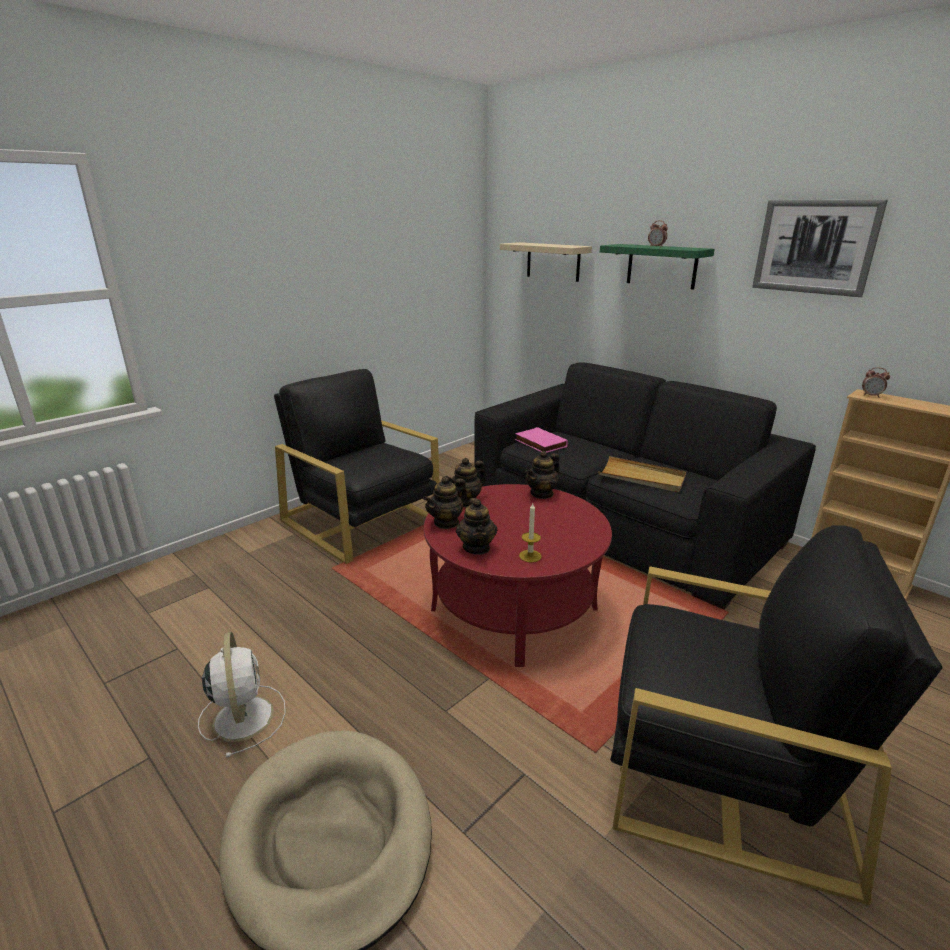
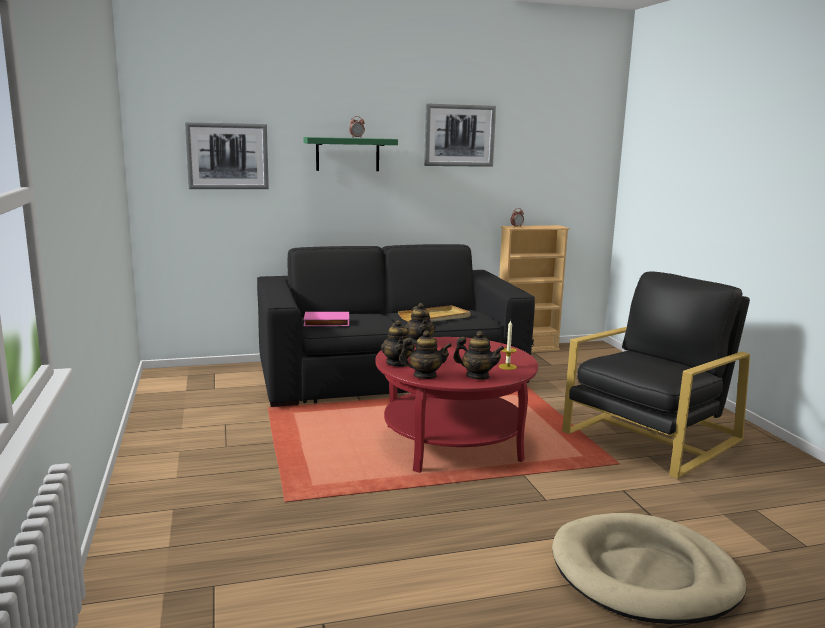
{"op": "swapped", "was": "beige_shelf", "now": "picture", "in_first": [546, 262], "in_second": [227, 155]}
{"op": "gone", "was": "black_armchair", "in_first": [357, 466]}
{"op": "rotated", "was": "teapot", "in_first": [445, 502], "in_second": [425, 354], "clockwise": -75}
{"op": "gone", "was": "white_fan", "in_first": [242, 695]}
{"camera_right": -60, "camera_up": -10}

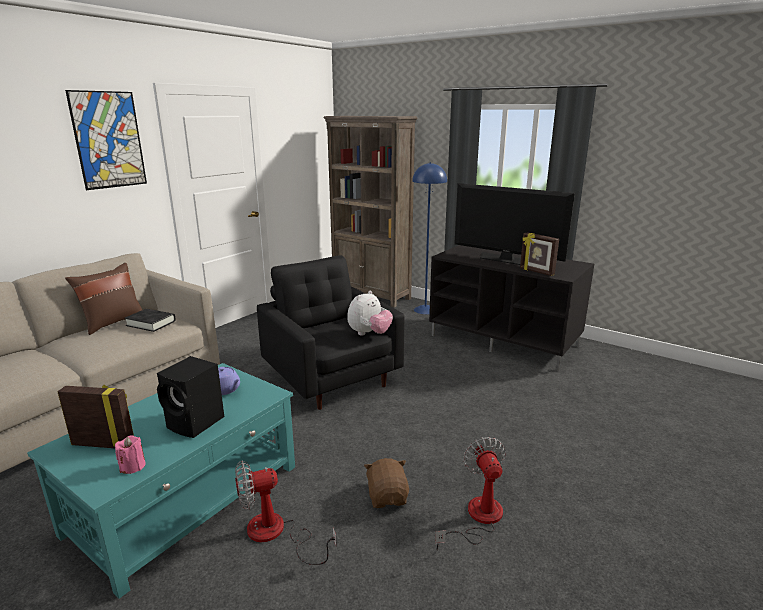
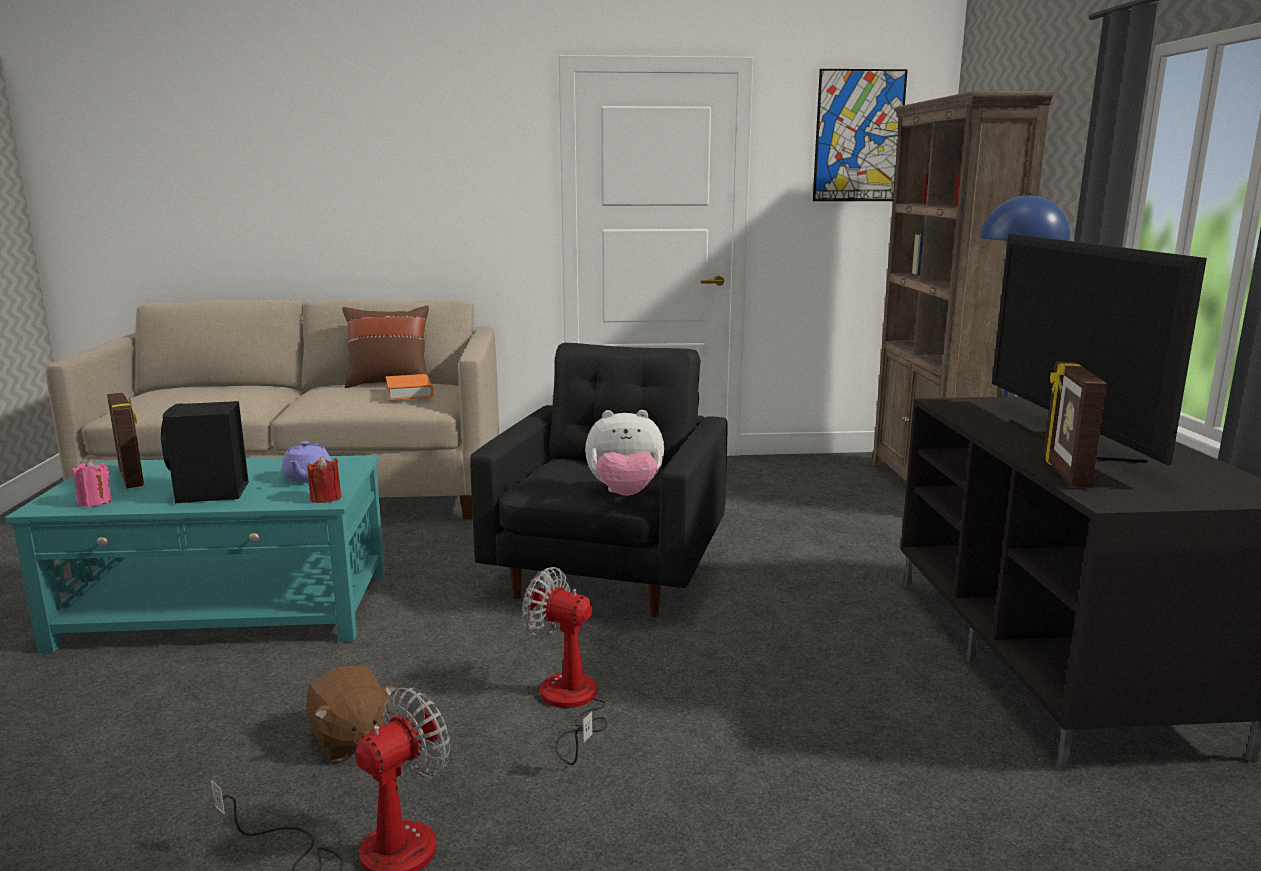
{"op": "shifted", "was": "picture", "in_first": [106, 140], "in_second": [860, 135]}
{"op": "repainted", "was": "black_book", "now": "orange_book", "in_first": [150, 320], "in_second": [410, 387]}
{"op": "rotated", "was": "brown_plush_toy", "in_first": [386, 483], "in_second": [351, 713], "clockwise": 105}
{"op": "shifted", "was": "fan", "in_first": [286, 513], "in_second": [564, 666]}
{"op": "new", "now": "red_candle", "in_second": [324, 479]}
{"camera_right": 50, "camera_up": -5}

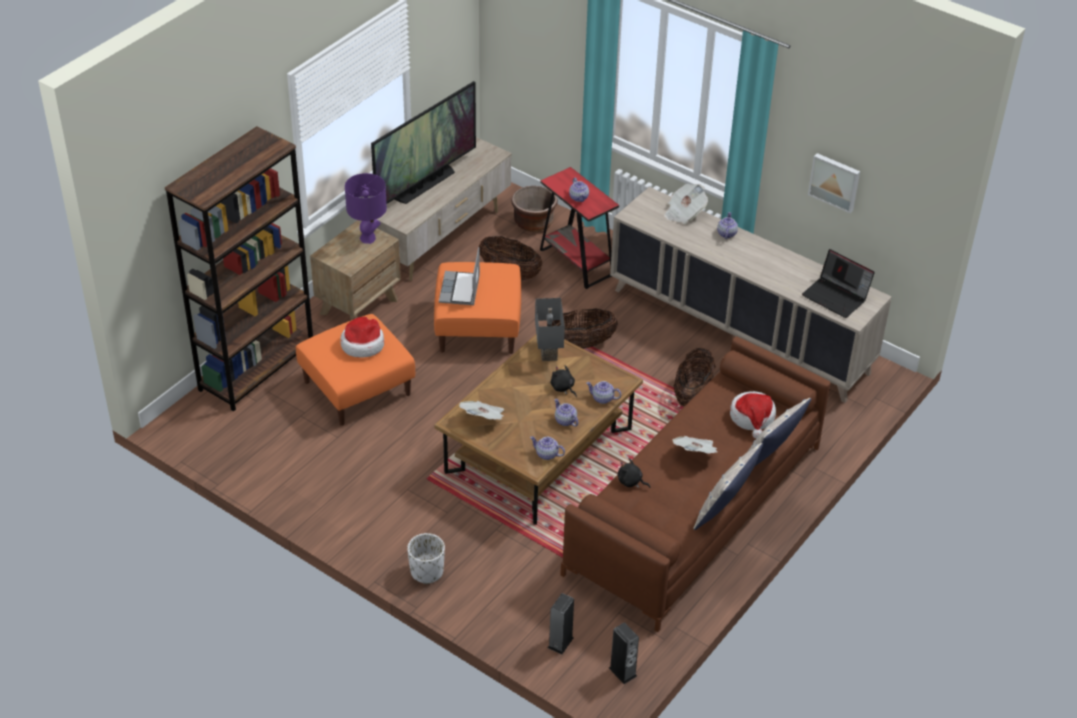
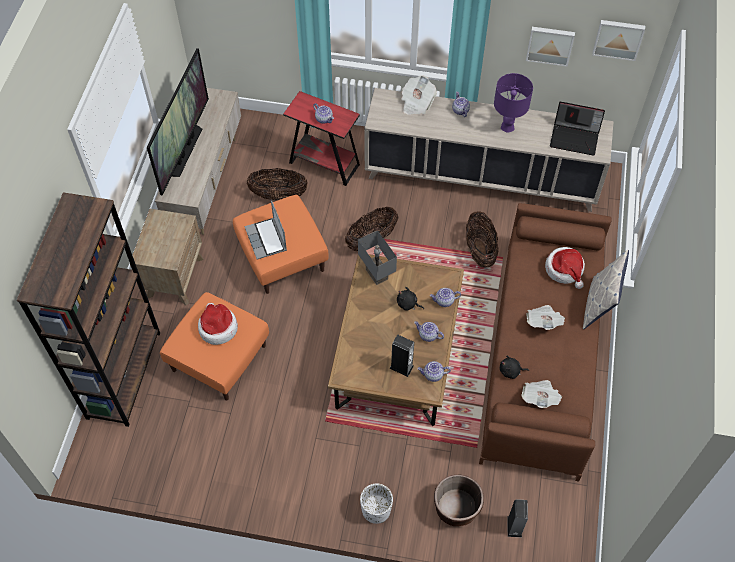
{"op": "shifted", "was": "purple_table_lamp", "in_first": [366, 208], "in_second": [513, 102]}
{"op": "shifted", "was": "brown_planter", "in_first": [534, 209], "in_second": [459, 500]}
{"op": "shifted", "was": "newspaper", "in_first": [481, 410], "in_second": [541, 394]}
{"op": "gone", "was": "pillow", "in_first": [728, 486]}
{"op": "shifted", "was": "speaker", "in_first": [624, 653], "in_second": [401, 356]}
{"op": "new", "now": "picture", "in_second": [618, 40]}
{"camera_right": -25, "camera_up": 15}

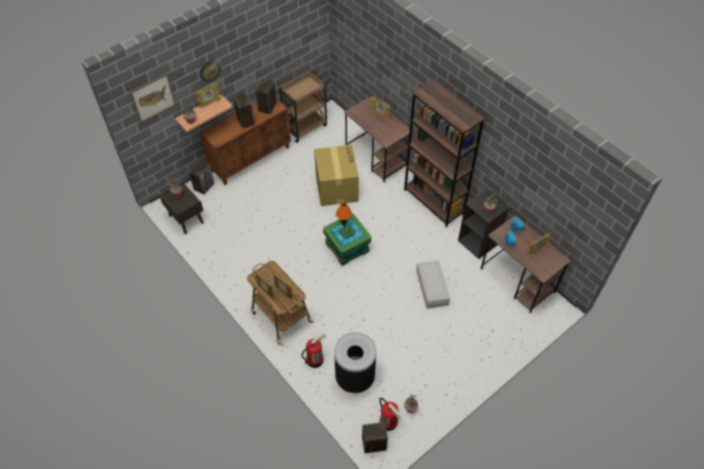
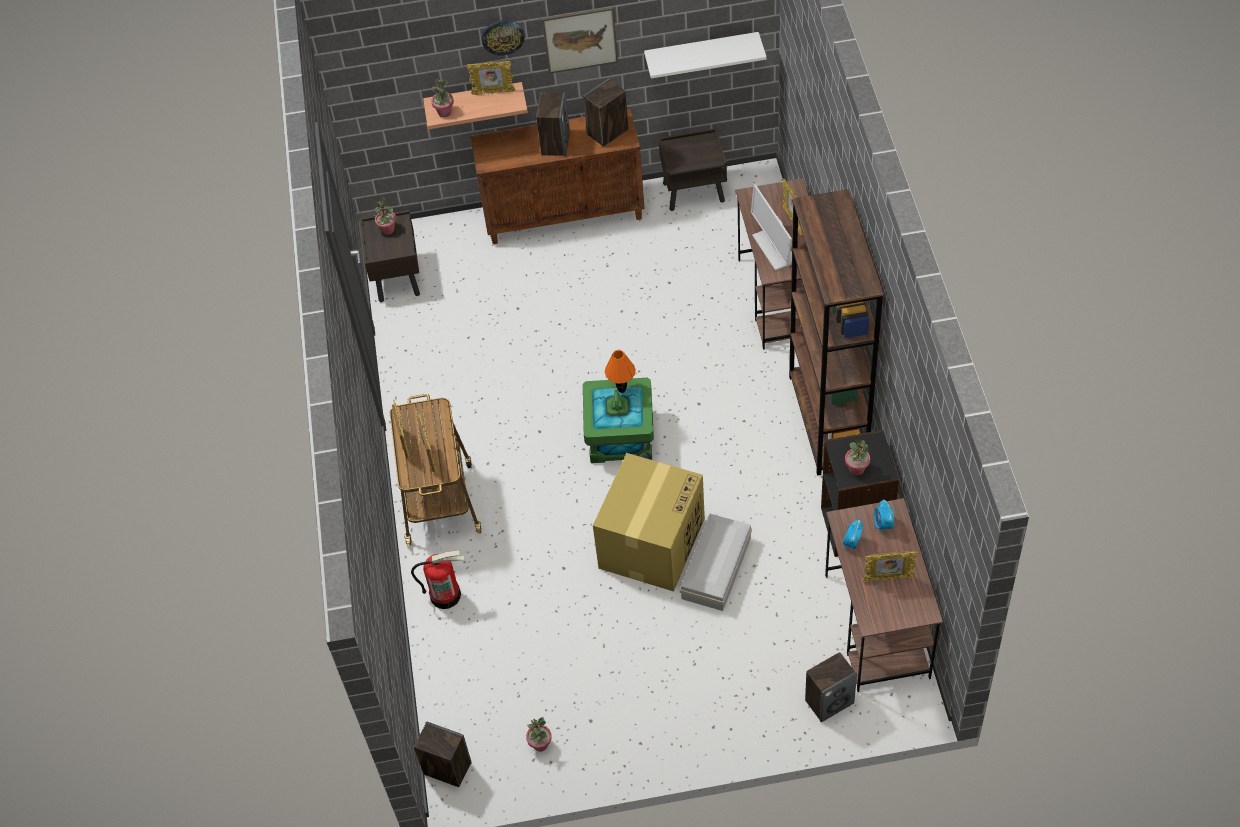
{"op": "swapped", "was": "brown_cart", "now": "brown_nightstand", "in_first": [302, 107], "in_second": [692, 169]}
{"op": "shifted", "was": "picture", "in_first": [153, 98], "in_second": [580, 40]}
{"op": "shifted", "was": "cardboard_box", "in_first": [336, 175], "in_second": [649, 522]}
{"op": "shifted", "was": "speaker", "in_first": [201, 177], "in_second": [831, 687]}
{"op": "gone", "was": "black_trash_can", "in_first": [355, 362]}
{"op": "gone", "was": "fire_extinguisher", "in_first": [390, 414]}
{"op": "new", "now": "white_shelf", "in_second": [705, 55]}
{"op": "new", "now": "monitor", "in_second": [771, 227]}
{"camera_right": 35, "camera_up": 0}

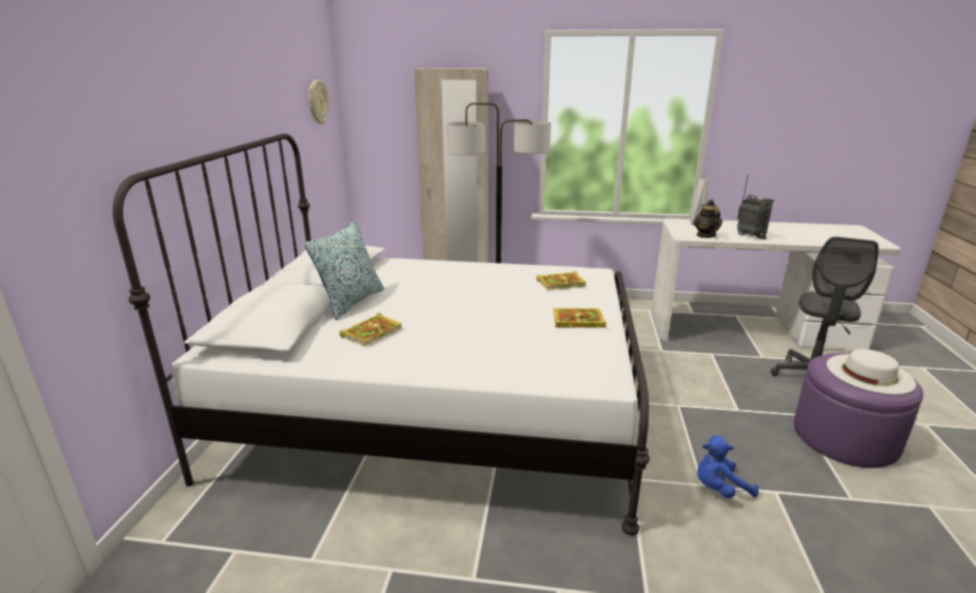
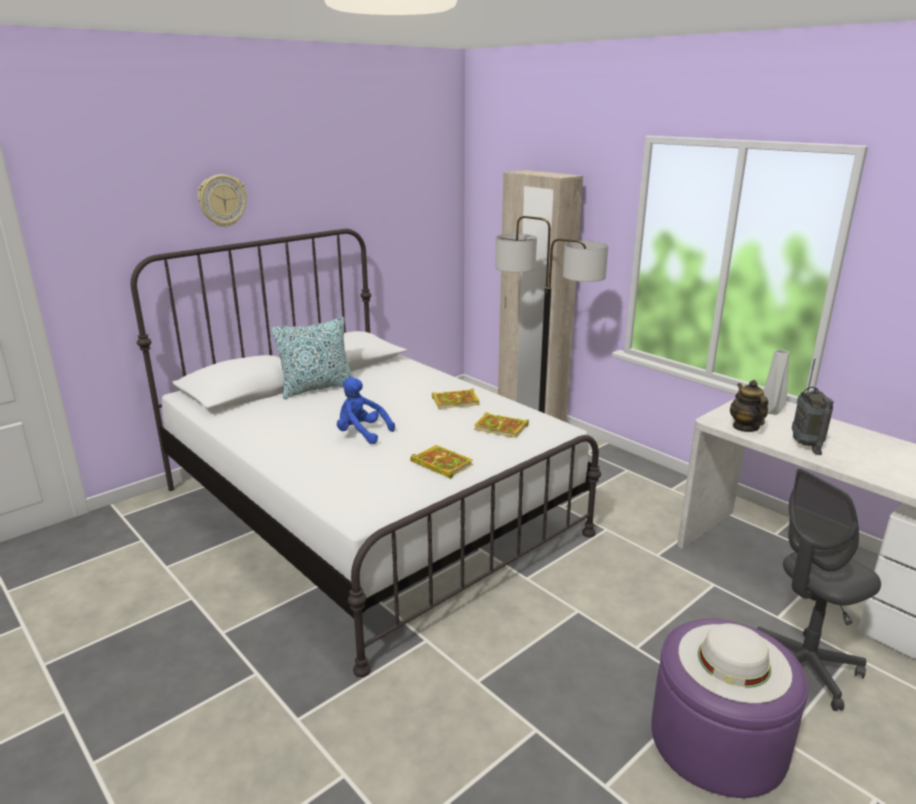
{"op": "shifted", "was": "wall_clock", "in_first": [319, 102], "in_second": [222, 200]}
{"op": "rotated", "was": "teapot", "in_first": [708, 218], "in_second": [749, 406], "clockwise": -45}
{"op": "shifted", "was": "book", "in_first": [371, 330], "in_second": [456, 398]}
{"op": "shifted", "was": "blue_plush_toy", "in_first": [728, 466], "in_second": [366, 411]}
{"camera_right": 40, "camera_up": 0}

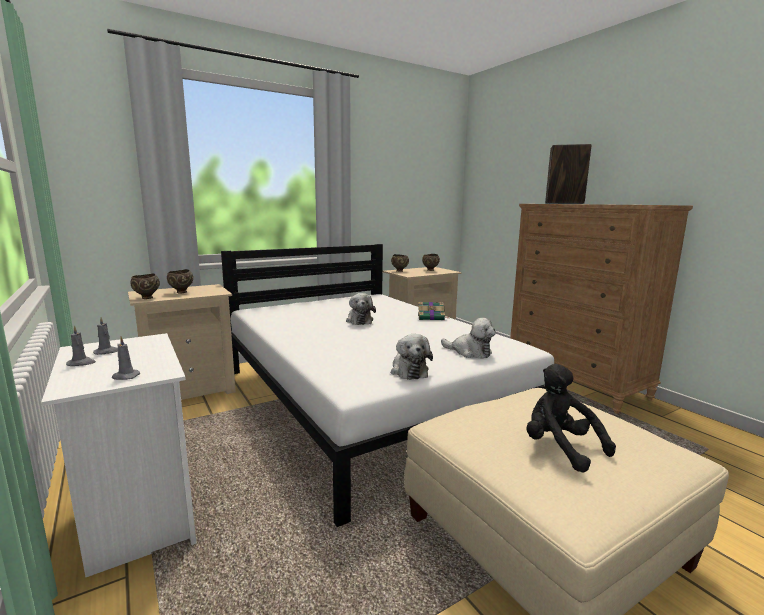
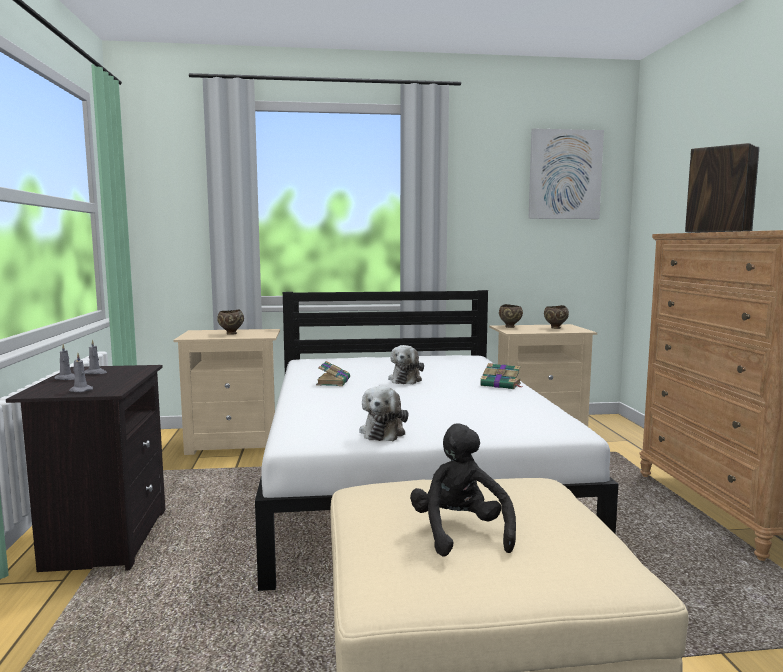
{"op": "gone", "was": "brown_bowl", "in_first": [145, 286]}
{"op": "gone", "was": "plush_toy", "in_first": [468, 338]}
{"op": "repainted", "was": "white_nightstand", "now": "black_nightstand", "in_first": [118, 455], "in_second": [85, 468]}
{"op": "new", "now": "picture", "in_second": [566, 174]}
{"op": "new", "now": "book", "in_second": [333, 373]}
{"camera_right": 25, "camera_up": -5}

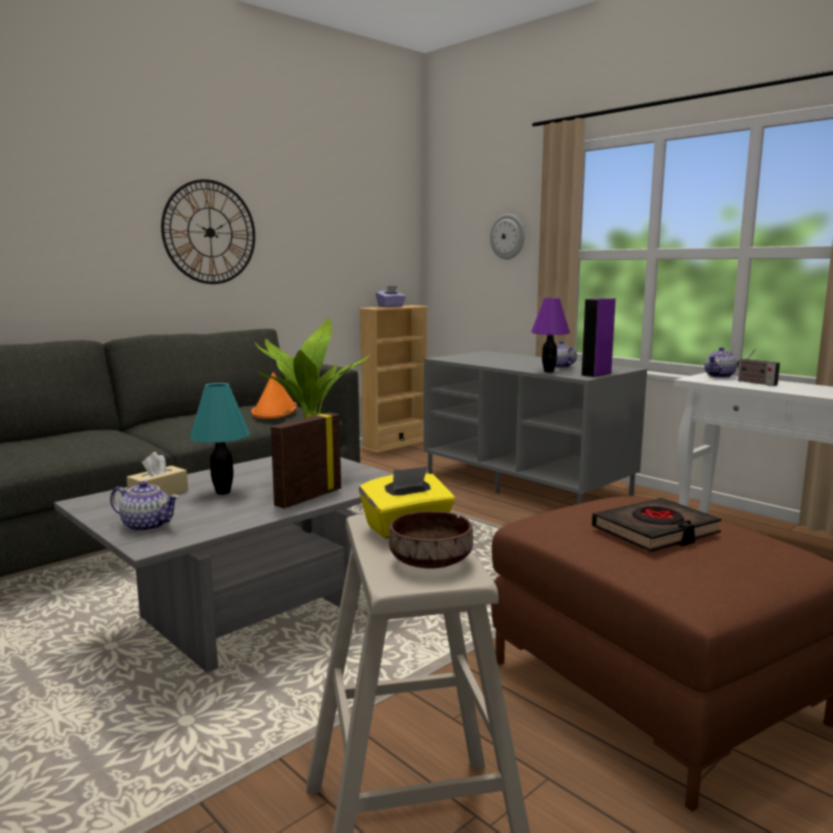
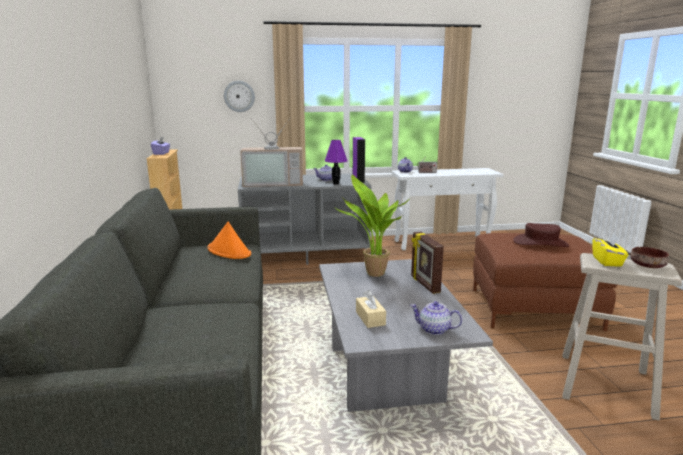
{"op": "gone", "was": "wall_clock", "in_first": [208, 231]}
{"op": "gone", "was": "turquoise_table_lamp", "in_first": [219, 439]}
{"op": "rotated", "was": "teapot", "in_first": [144, 506], "in_second": [436, 318], "clockwise": -120}
{"op": "swapped", "was": "black_book", "now": "brown_hat", "in_first": [657, 525], "in_second": [541, 235]}
{"op": "new", "now": "television", "in_second": [271, 152]}
{"camera_right": -55, "camera_up": 5}

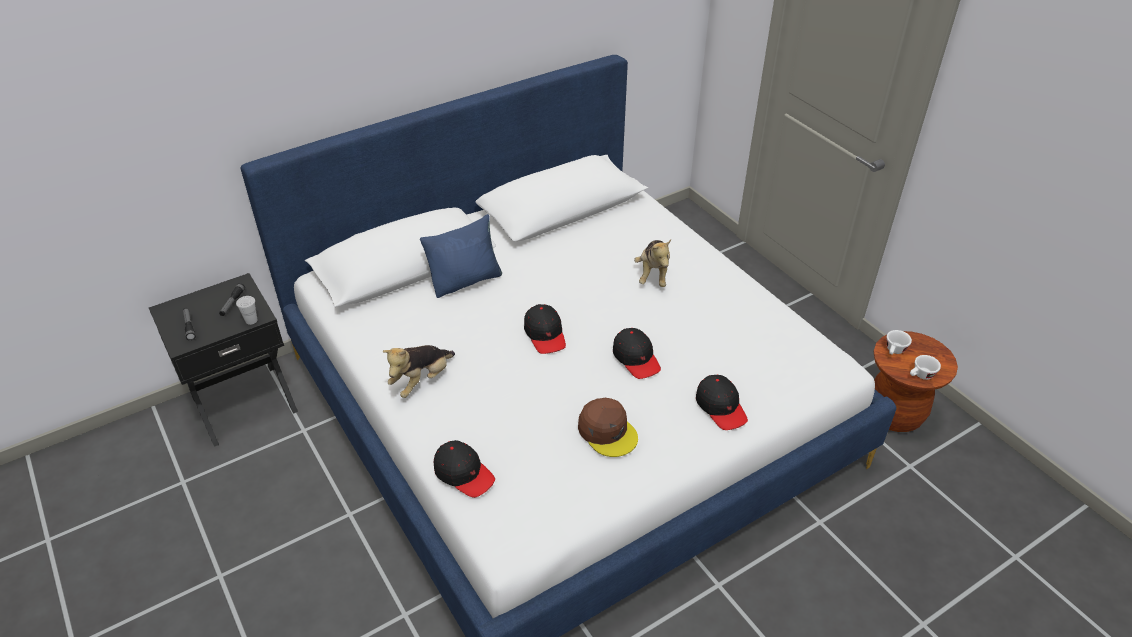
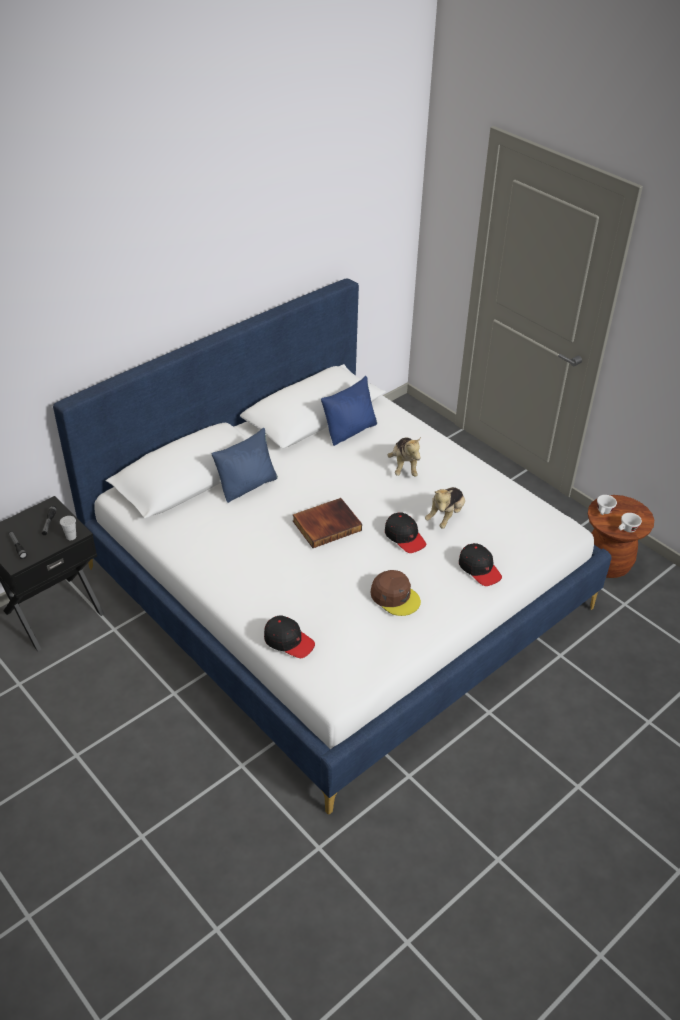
{"op": "swapped", "was": "black_cap", "now": "book", "in_first": [545, 329], "in_second": [327, 523]}
{"op": "shifted", "was": "plush_toy", "in_first": [418, 371], "in_second": [445, 508]}
{"op": "new", "now": "blue_pillow", "in_second": [349, 411]}
{"camera_right": -10, "camera_up": 0}

